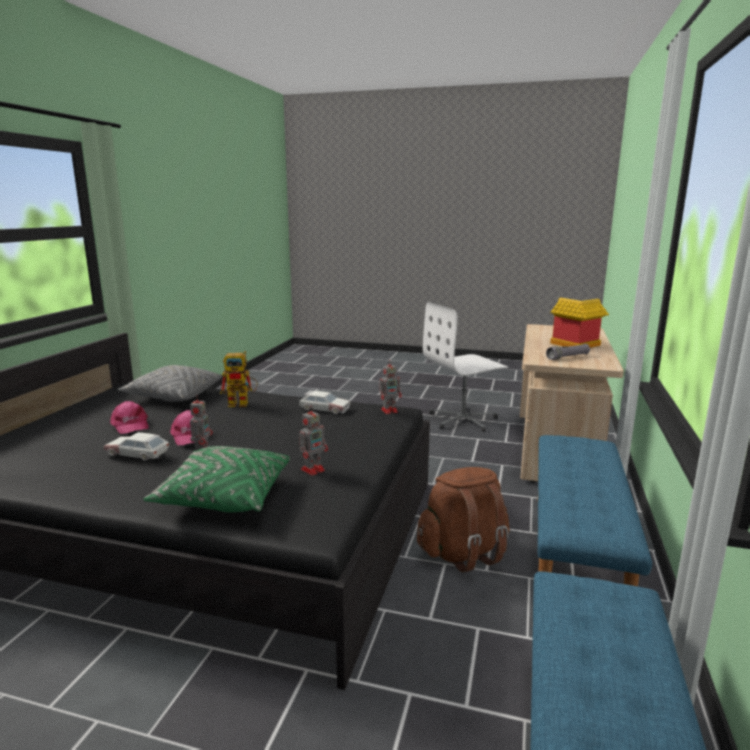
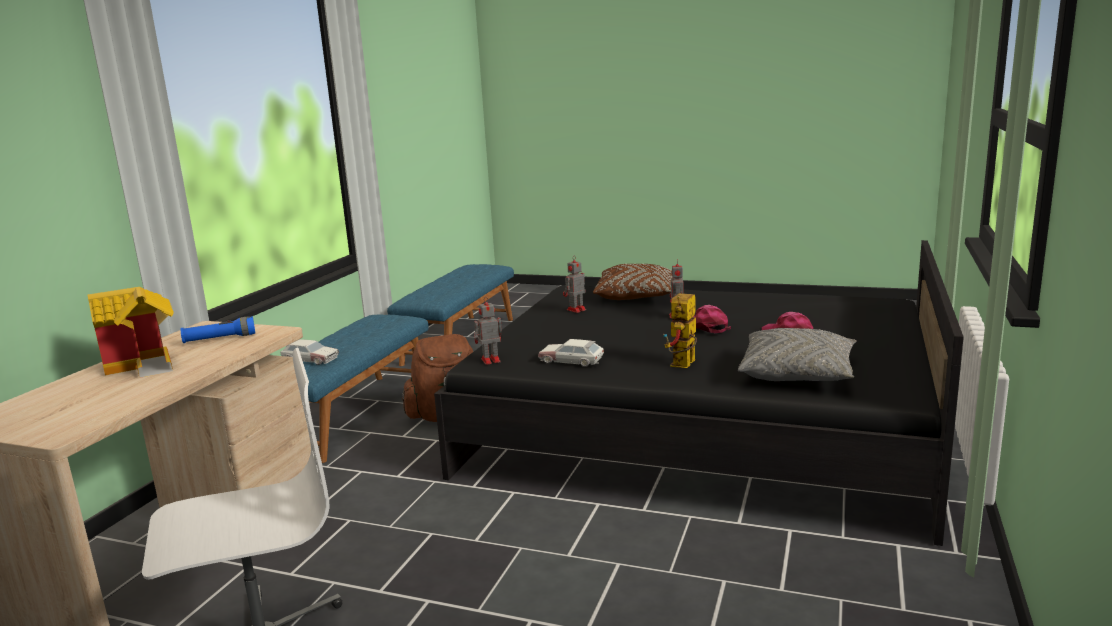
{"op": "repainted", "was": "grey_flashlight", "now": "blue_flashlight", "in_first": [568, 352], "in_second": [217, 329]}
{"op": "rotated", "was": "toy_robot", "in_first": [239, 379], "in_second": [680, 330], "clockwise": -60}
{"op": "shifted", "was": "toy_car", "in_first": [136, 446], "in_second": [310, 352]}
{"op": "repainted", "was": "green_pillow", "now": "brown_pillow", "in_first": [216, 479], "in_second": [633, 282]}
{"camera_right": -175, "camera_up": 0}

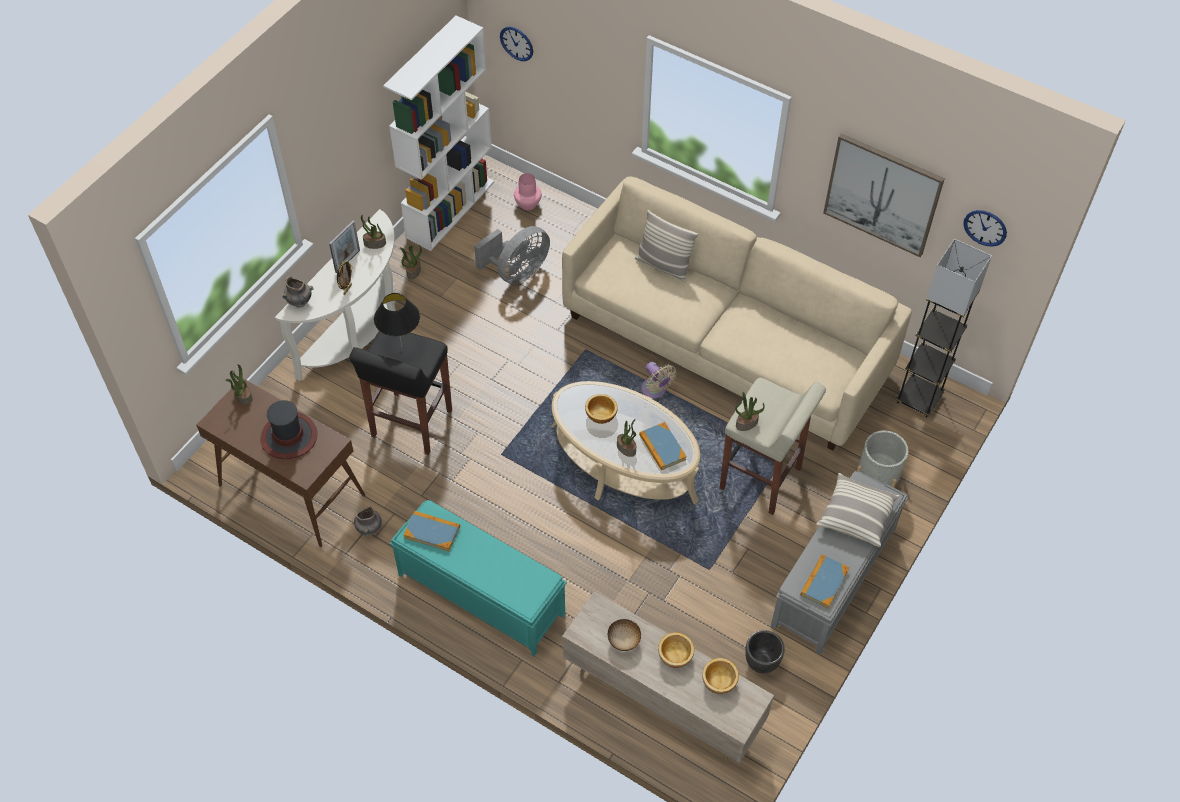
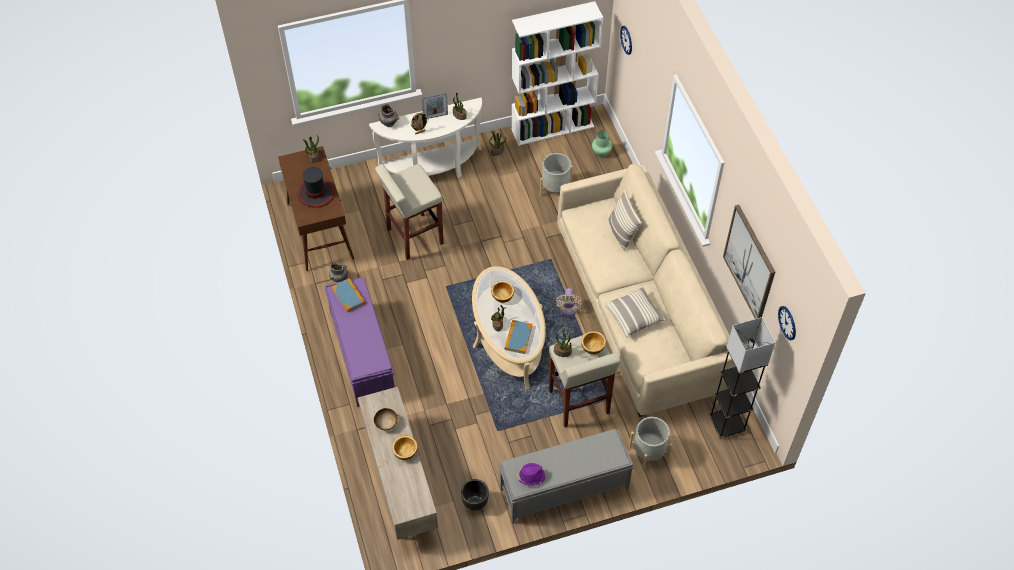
{"op": "repainted", "was": "pink_vase", "now": "green_vase", "in_first": [528, 191], "in_second": [602, 143]}
{"op": "swapped", "was": "grey_fan", "now": "grey_planter", "in_first": [512, 255], "in_second": [556, 174]}
{"op": "gone", "was": "black_table_lamp", "in_first": [397, 319]}
{"op": "repainted", "was": "black_stool", "now": "beige_stool", "in_first": [400, 393], "in_second": [409, 212]}
{"op": "shifted", "was": "pillow", "in_first": [857, 510], "in_second": [634, 312]}
{"op": "repainted", "was": "turquoise_bench", "now": "purple_bench", "in_first": [478, 578], "in_second": [359, 342]}
{"op": "swapped", "was": "book", "now": "purple_hat", "in_first": [824, 581], "in_second": [531, 474]}
{"op": "shifted", "was": "bowl", "in_first": [720, 676], "in_second": [593, 342]}
{"camera_right": 40, "camera_up": 0}

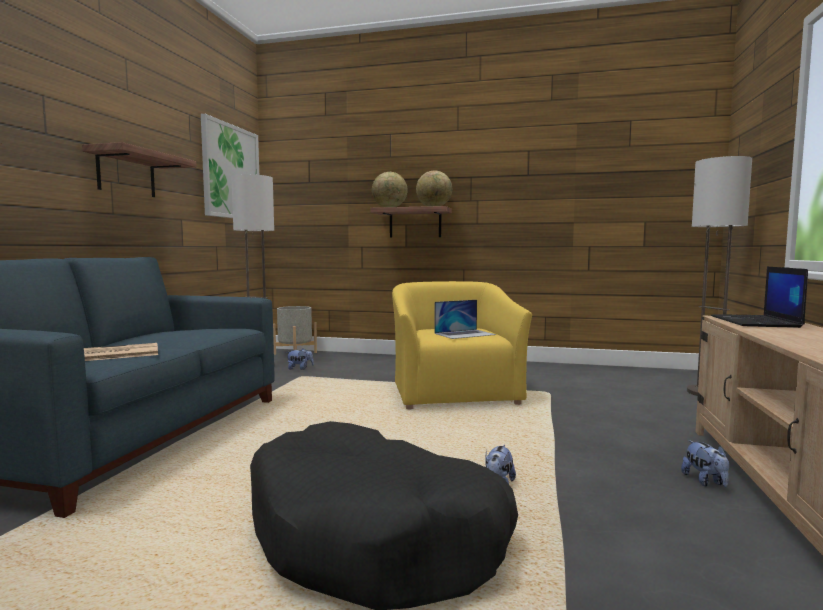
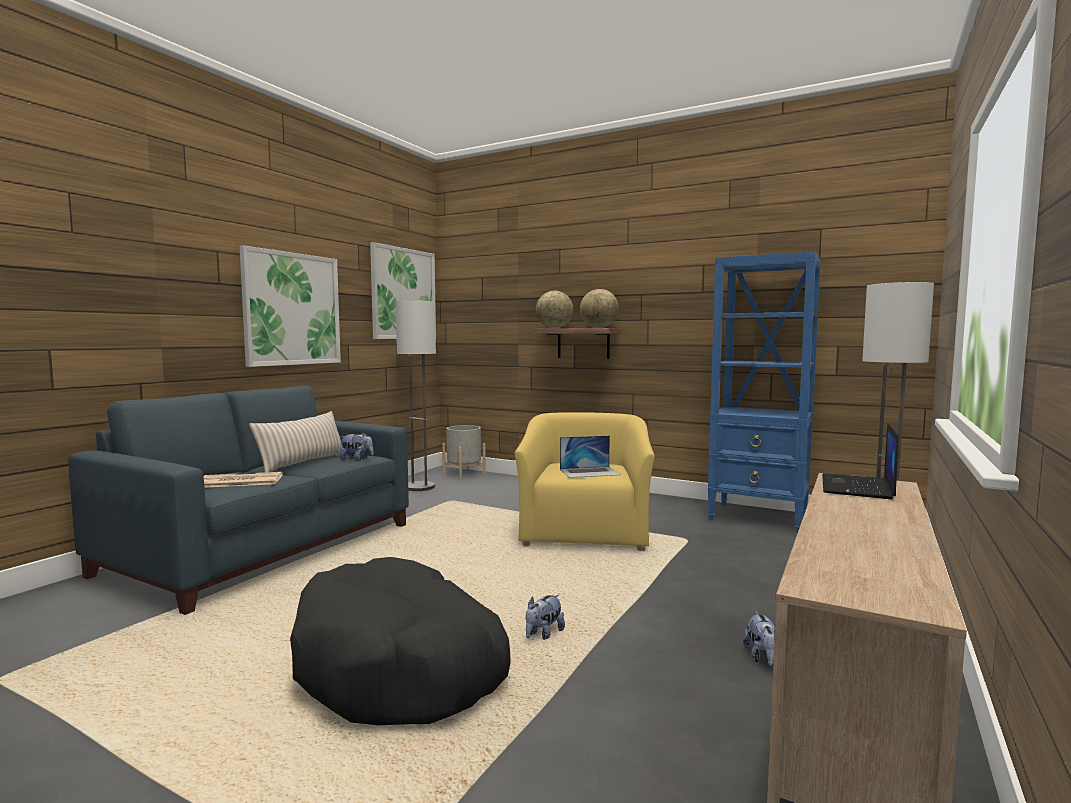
{"op": "swapped", "was": "shelf", "now": "picture", "in_first": [139, 169], "in_second": [290, 306]}
{"op": "shifted", "was": "plush_toy", "in_first": [300, 359], "in_second": [357, 446]}
{"op": "new", "now": "blue_bookcase", "in_second": [764, 392]}
{"op": "new", "now": "beige_pillow", "in_second": [296, 441]}
{"camera_right": 15, "camera_up": 0}

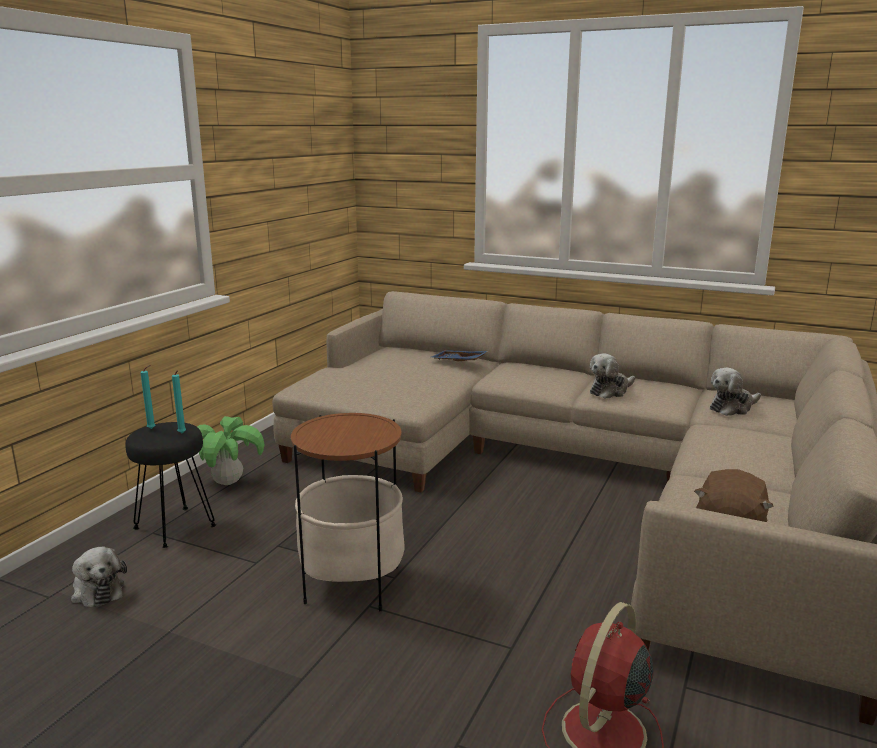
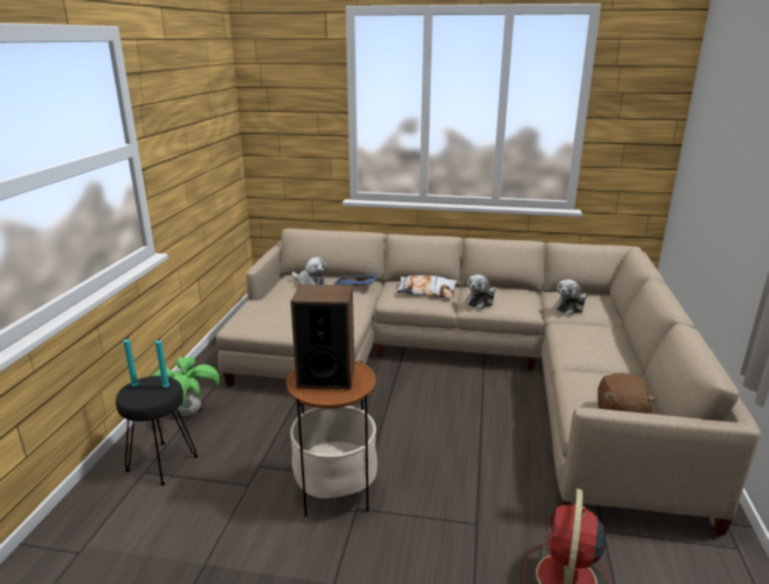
{"op": "shifted", "was": "plush_toy", "in_first": [99, 577], "in_second": [309, 271]}
{"op": "new", "now": "pillow", "in_second": [427, 286]}
{"op": "new", "now": "speaker", "in_second": [323, 337]}
{"camera_right": -15, "camera_up": 5}

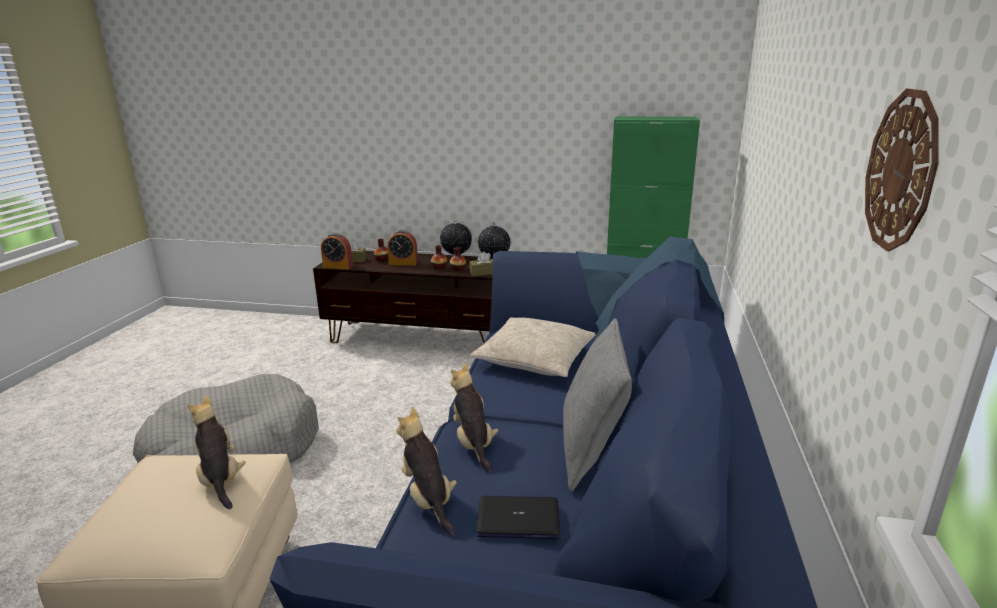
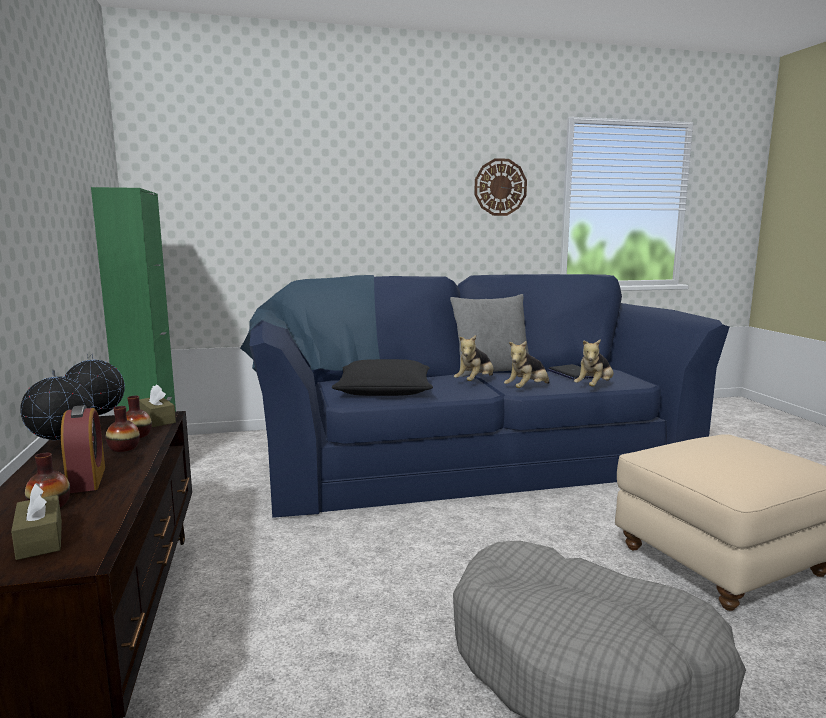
{"op": "gone", "was": "alarm_clock", "in_first": [337, 251]}
{"op": "repainted", "was": "beige_pillow", "now": "black_pillow", "in_first": [533, 347], "in_second": [382, 377]}
{"op": "shifted", "was": "plush_toy", "in_first": [216, 452], "in_second": [474, 358]}
{"camera_right": -115, "camera_up": -10}

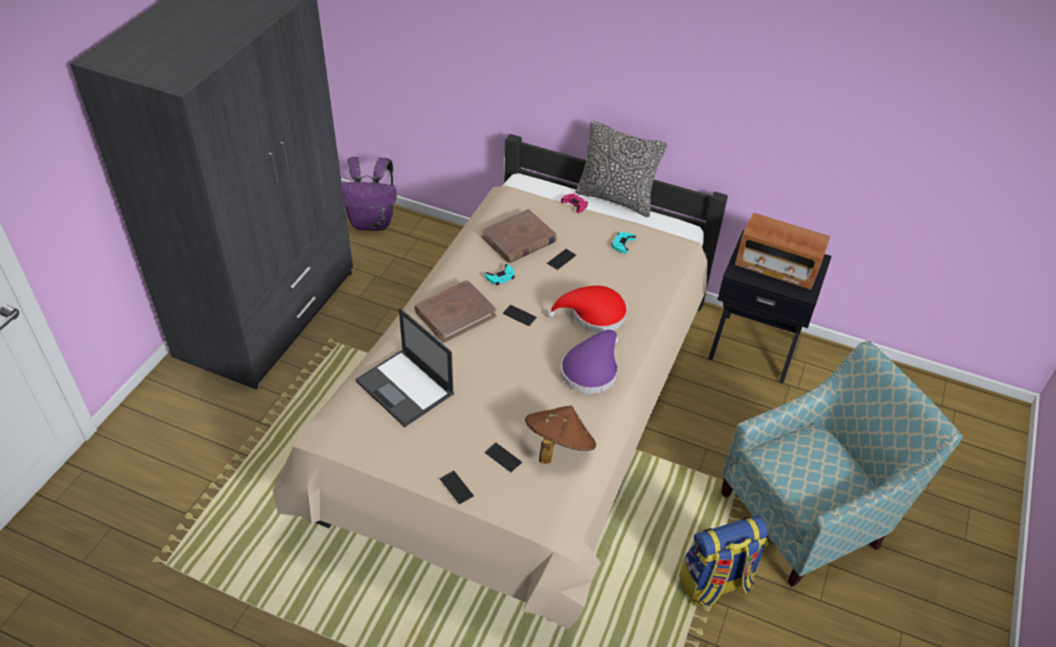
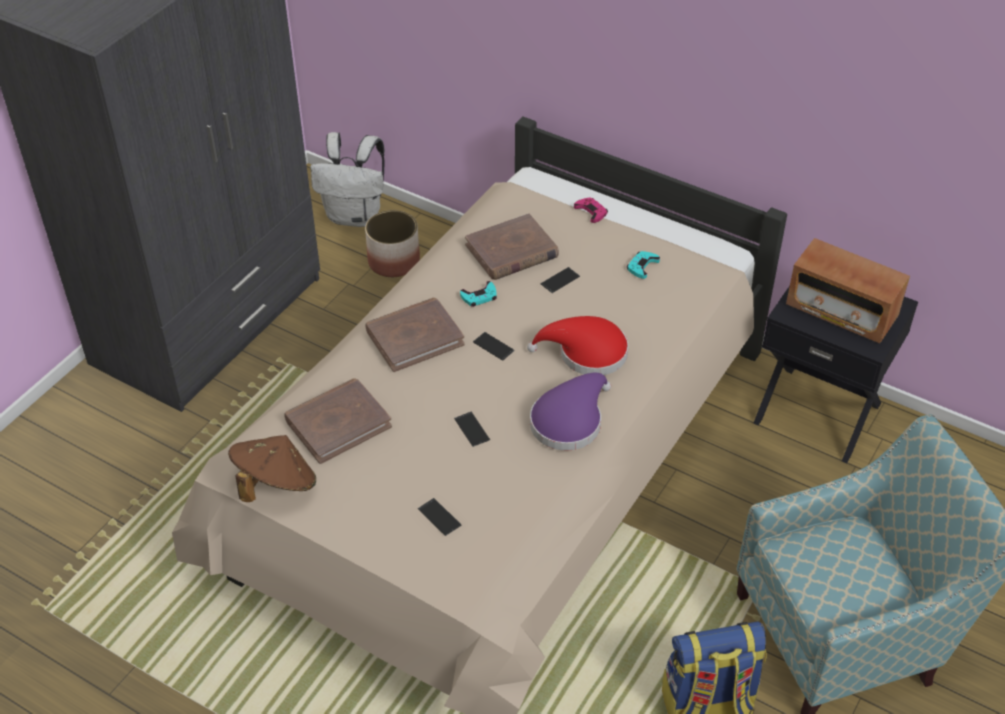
{"op": "gone", "was": "pillow", "in_first": [621, 168]}
{"op": "repainted", "was": "purple_backpack", "now": "white_backpack", "in_first": [369, 194], "in_second": [347, 179]}
{"op": "swapped", "was": "laptop", "now": "brown_book", "in_first": [404, 367], "in_second": [338, 421]}
{"op": "shifted", "was": "brown_hat", "in_first": [560, 434], "in_second": [272, 468]}
{"op": "shifted", "was": "phone", "in_first": [456, 488], "in_second": [472, 429]}
{"op": "new", "now": "planter", "in_second": [392, 243]}
{"camera_right": 10, "camera_up": 0}

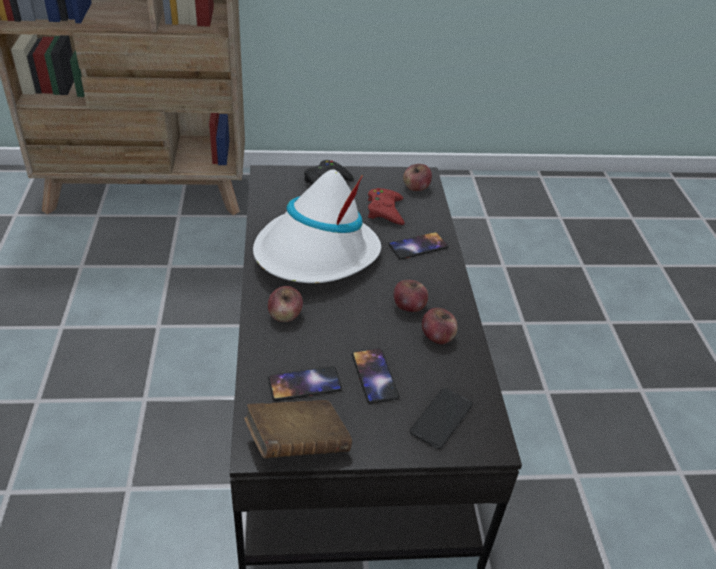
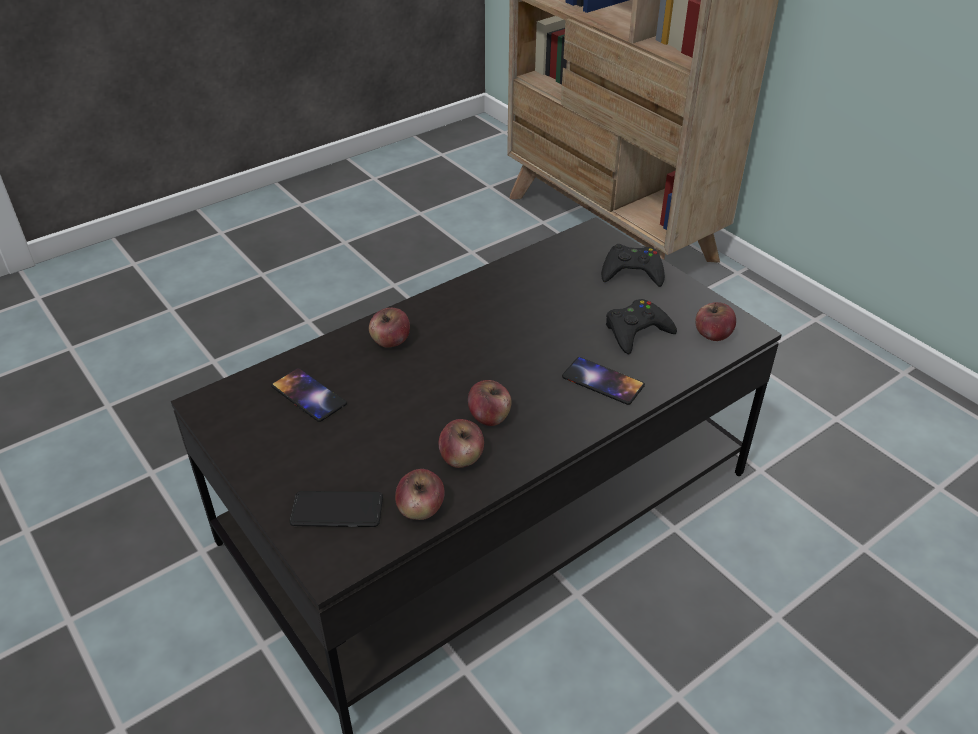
{"op": "gone", "was": "white_hat", "in_first": [317, 226]}
{"op": "repainted", "was": "red_game_controller", "now": "black_game_controller", "in_first": [386, 206], "in_second": [641, 326]}
{"op": "gone", "was": "phone", "in_first": [376, 376]}
{"op": "gone", "was": "brown_book", "in_first": [298, 429]}
{"op": "new", "now": "apple", "in_second": [420, 494]}
{"camera_right": 60, "camera_up": 0}

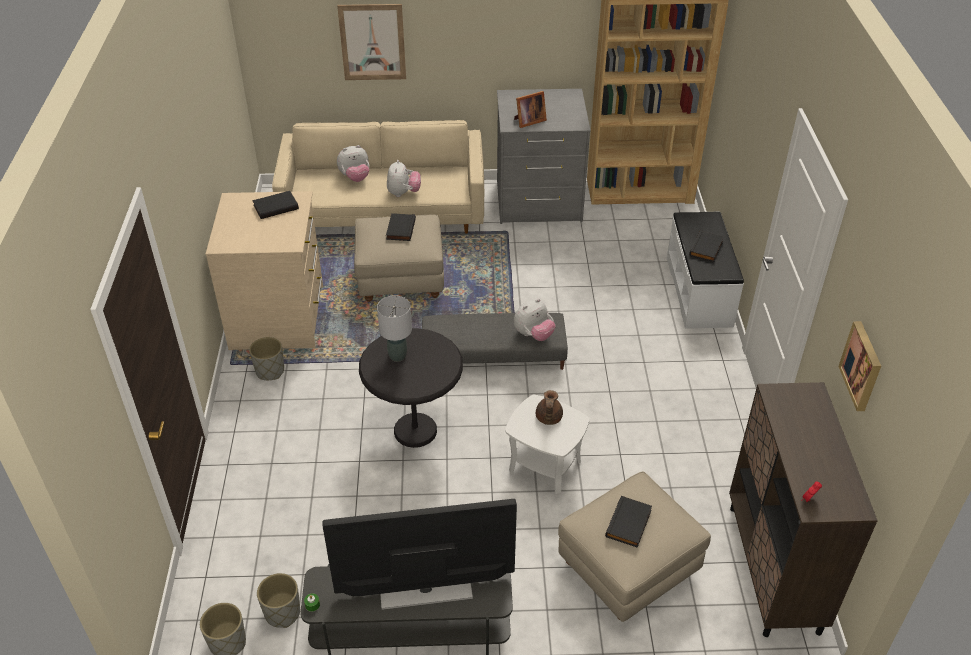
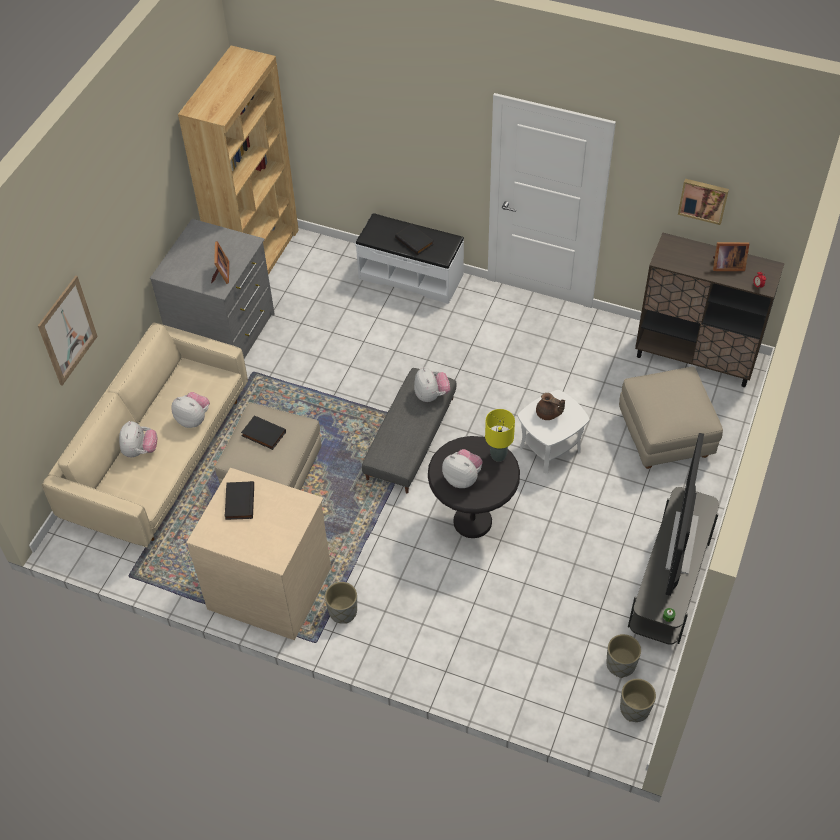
{"op": "swapped", "was": "grey_table_lamp", "now": "plush_toy", "in_first": [394, 328], "in_second": [462, 468]}
{"op": "gone", "was": "black_book", "in_first": [628, 522]}
{"op": "new", "now": "picture_frame", "in_second": [731, 256]}
{"op": "new", "now": "yellow_table_lamp", "in_second": [500, 435]}
{"camera_right": -65, "camera_up": 10}

